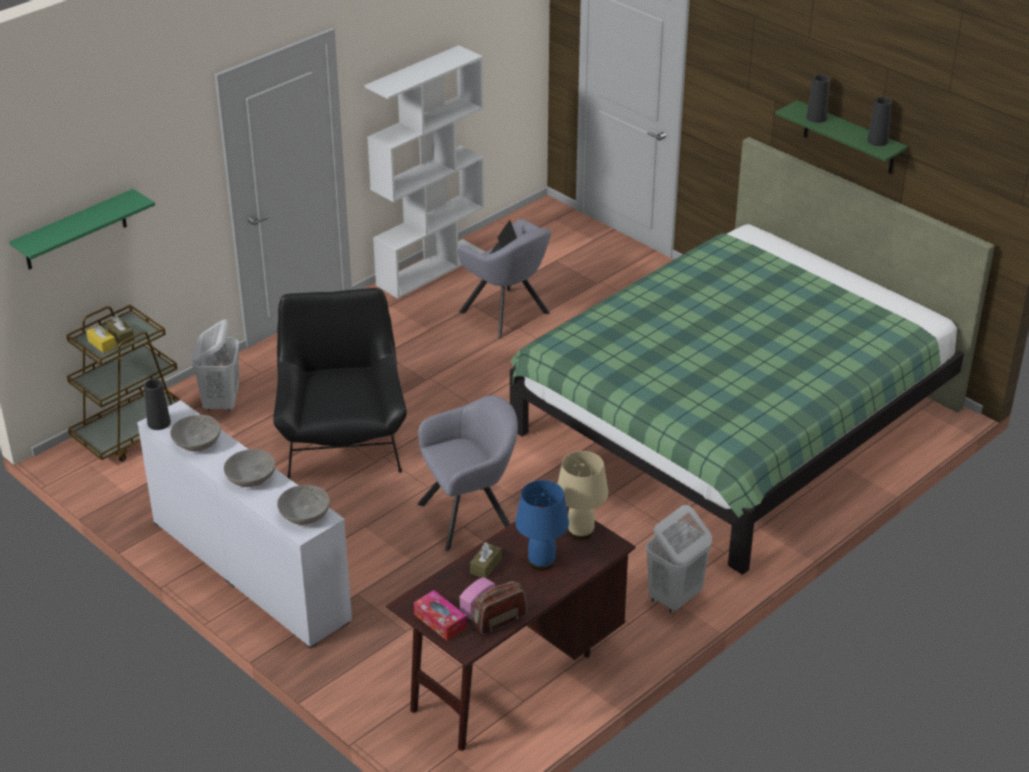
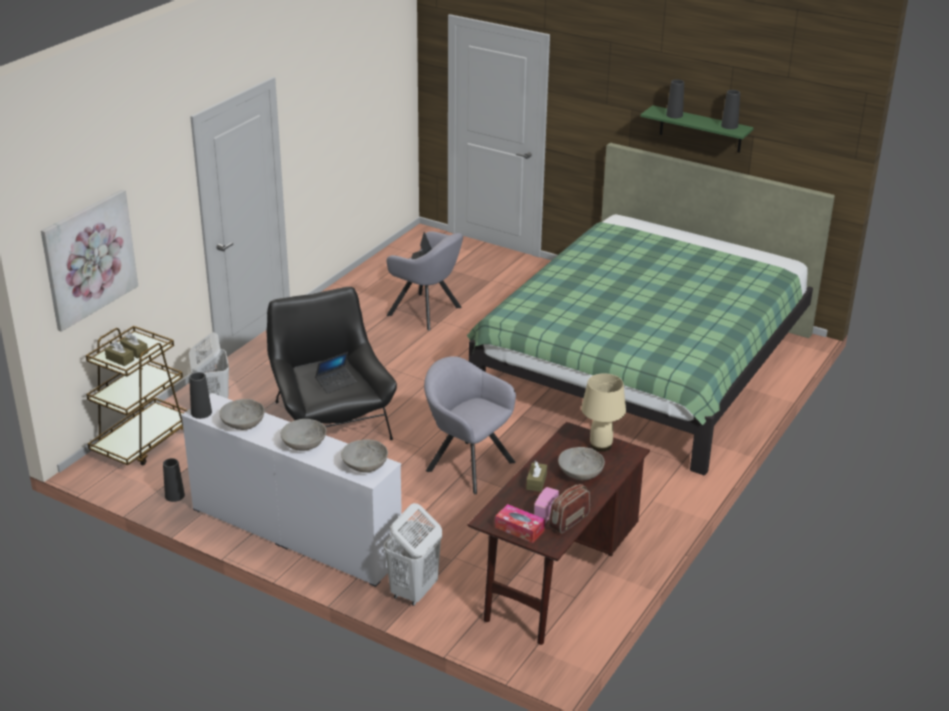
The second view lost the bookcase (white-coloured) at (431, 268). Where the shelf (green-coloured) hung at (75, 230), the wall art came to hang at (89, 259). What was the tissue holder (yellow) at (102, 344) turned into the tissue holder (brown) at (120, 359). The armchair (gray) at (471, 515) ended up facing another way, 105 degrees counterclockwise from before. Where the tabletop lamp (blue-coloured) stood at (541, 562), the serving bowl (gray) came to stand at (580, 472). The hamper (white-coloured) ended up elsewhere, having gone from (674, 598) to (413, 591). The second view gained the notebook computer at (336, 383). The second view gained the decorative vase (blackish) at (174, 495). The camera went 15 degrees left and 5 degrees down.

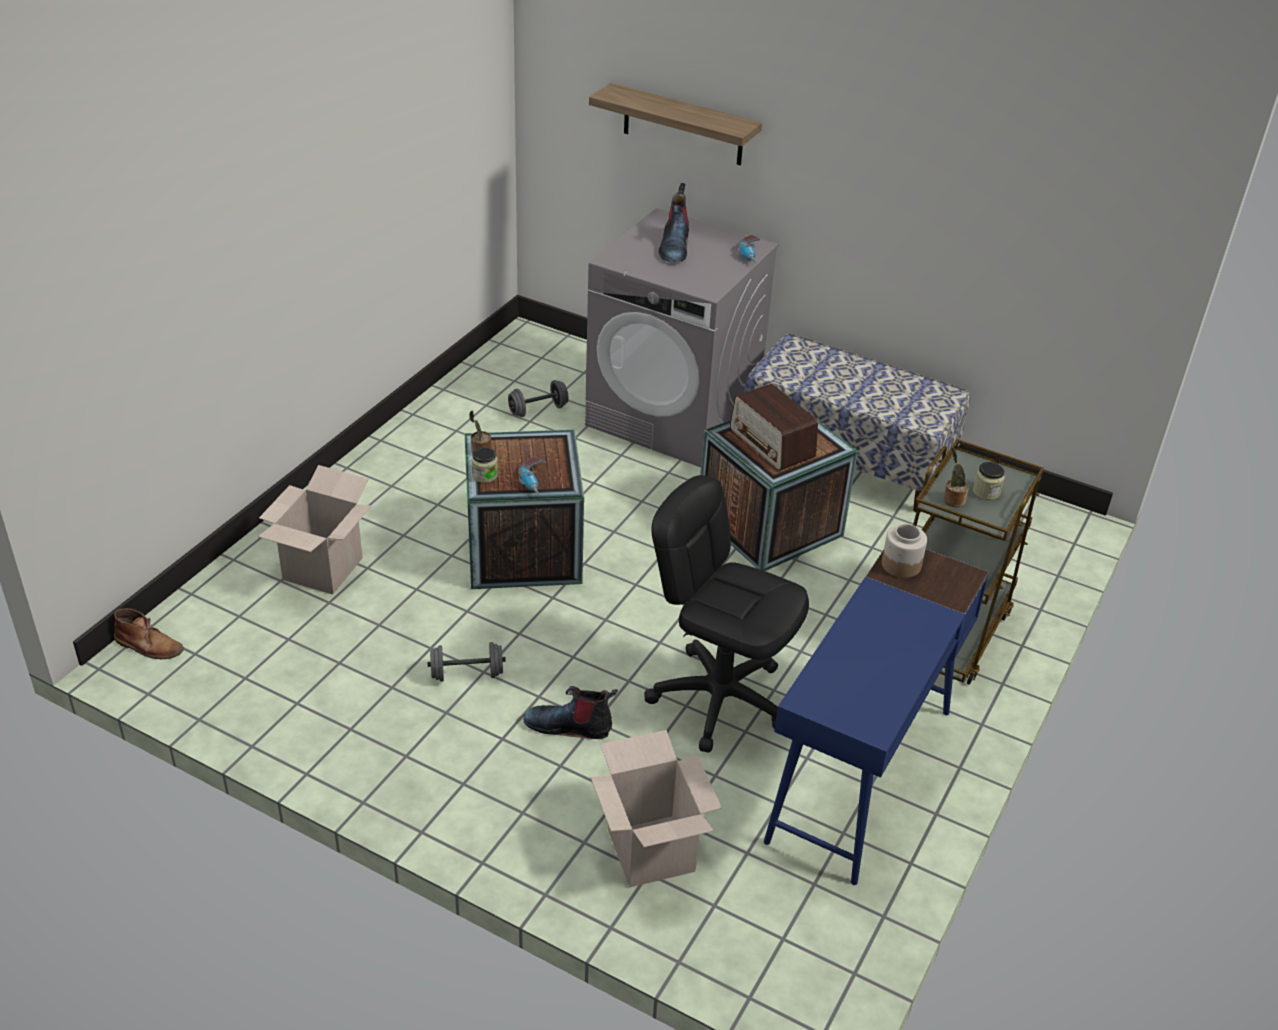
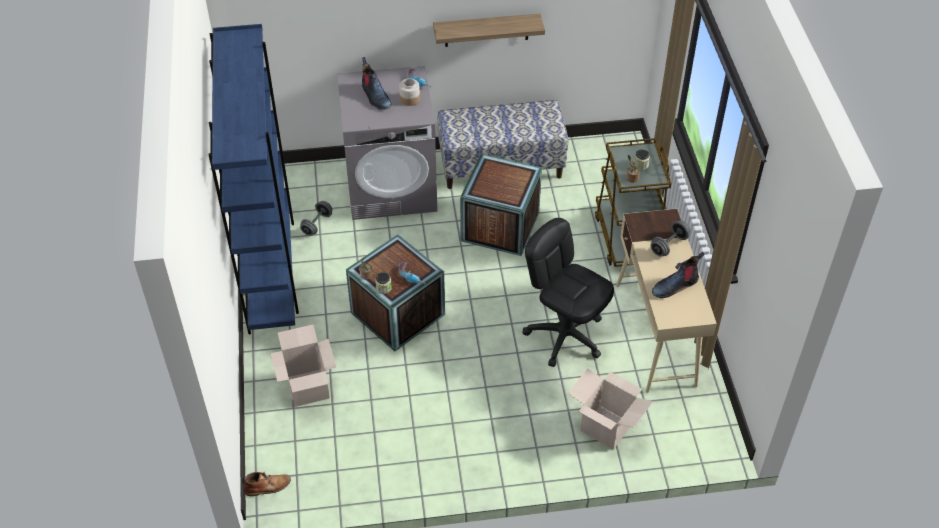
The shelf ended up elsewhere, having gone from (683, 125) to (486, 30). The second view lost the radio set at (772, 443). The desk chair (blackish) at (719, 698) ended up facing another way, 45 degrees clockwise from before. The storage jar ended up elsewhere, having gone from (900, 564) to (409, 99). What was the desk unit (blue-coloured) at (860, 775) turned into the desk unit (beige-coloured) at (655, 334). The dumbbell (gray) ended up elsewhere, having gone from (467, 674) to (669, 245). The high-top boot ended up elsewhere, having gone from (570, 725) to (675, 285). The second view gained the bookcase (blue-coloured) at (271, 269). The camera went 35 degrees left and 10 degrees up.

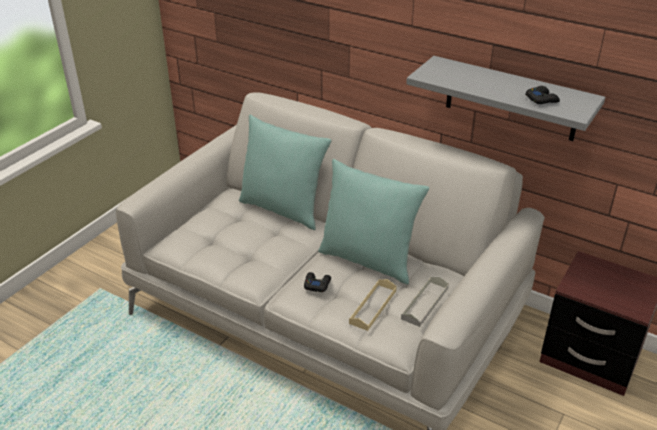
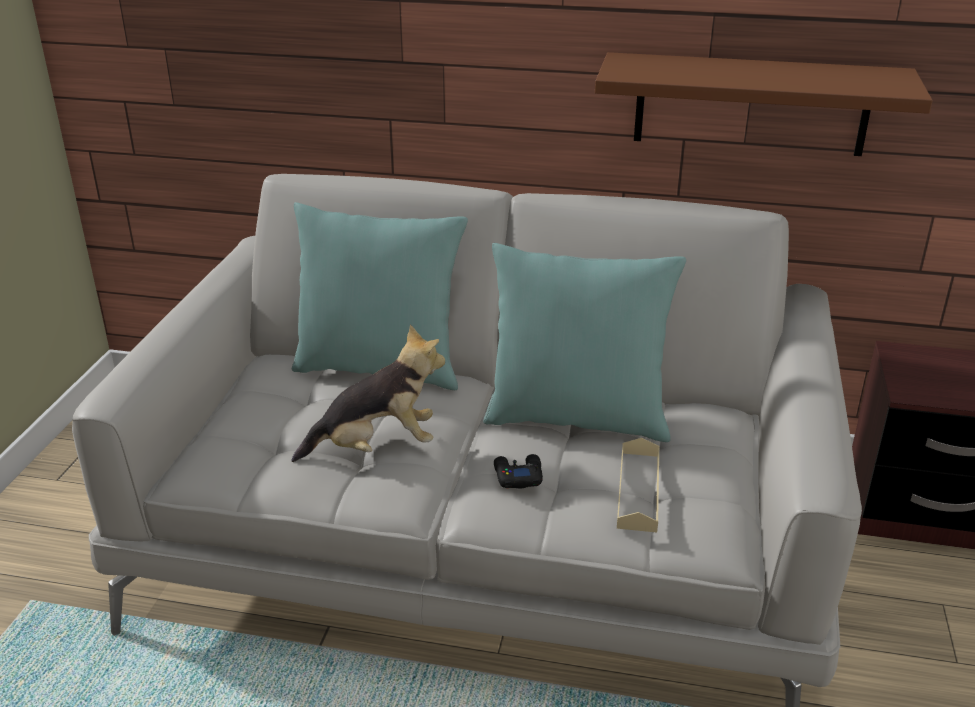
What was the shelf (gray) at (511, 99) turned into the shelf (brown) at (751, 104). The second view lost the gamepad (blackish) at (541, 99). The second view lost the serving tray (gray) at (425, 303). The second view gained the soft toy at (377, 447). The camera went 20 degrees left and 5 degrees down.

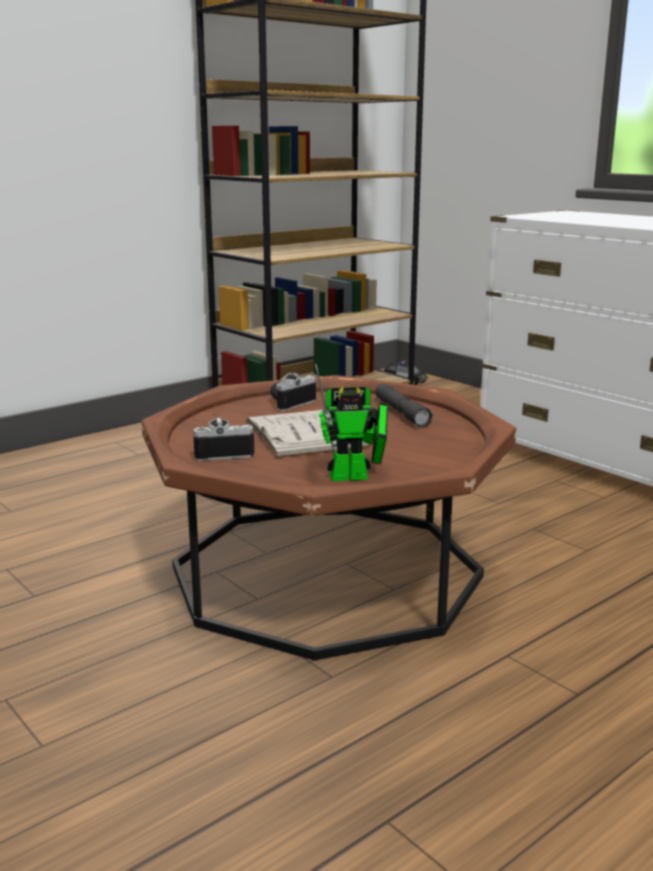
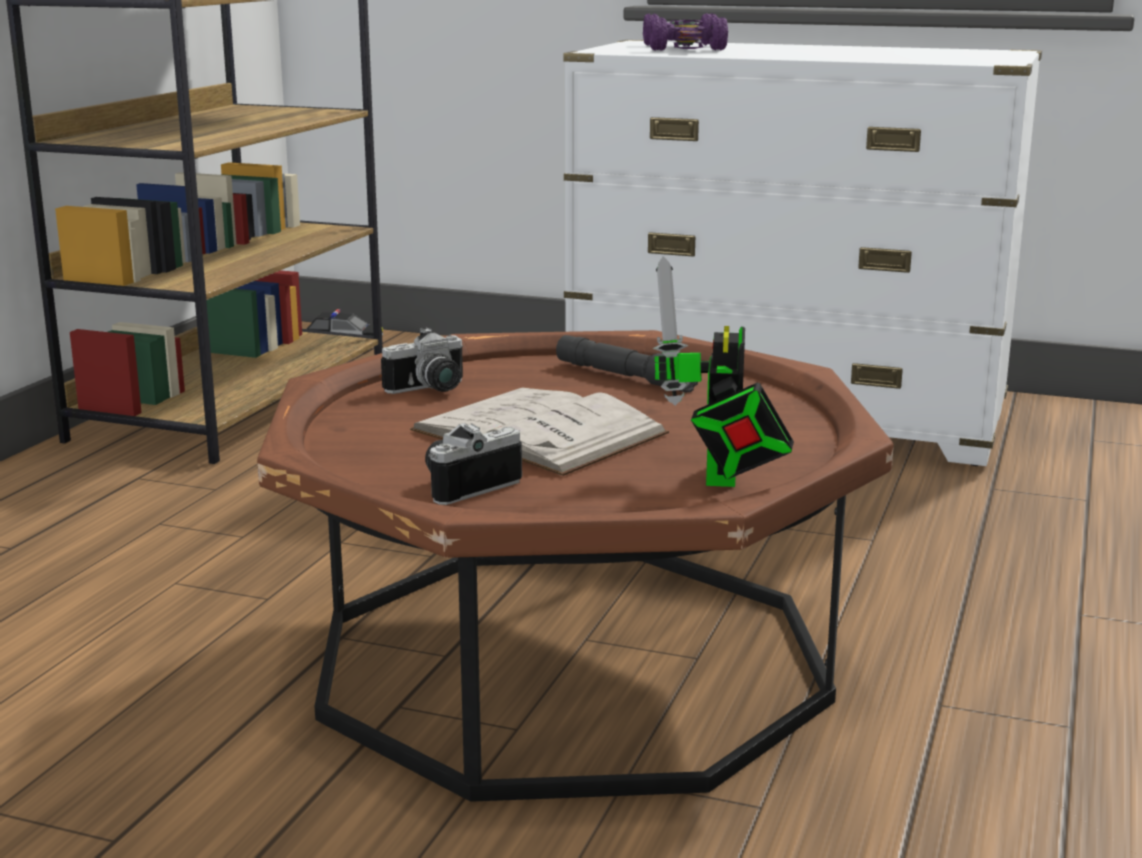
The toy robot at (355, 476) ended up facing another way, 135 degrees clockwise from before. The photo camera at (289, 403) ended up facing another way, 135 degrees counterclockwise from before. The second view gained the miniature car (purple) at (684, 48). The camera went 30 degrees left and 0 degrees up.

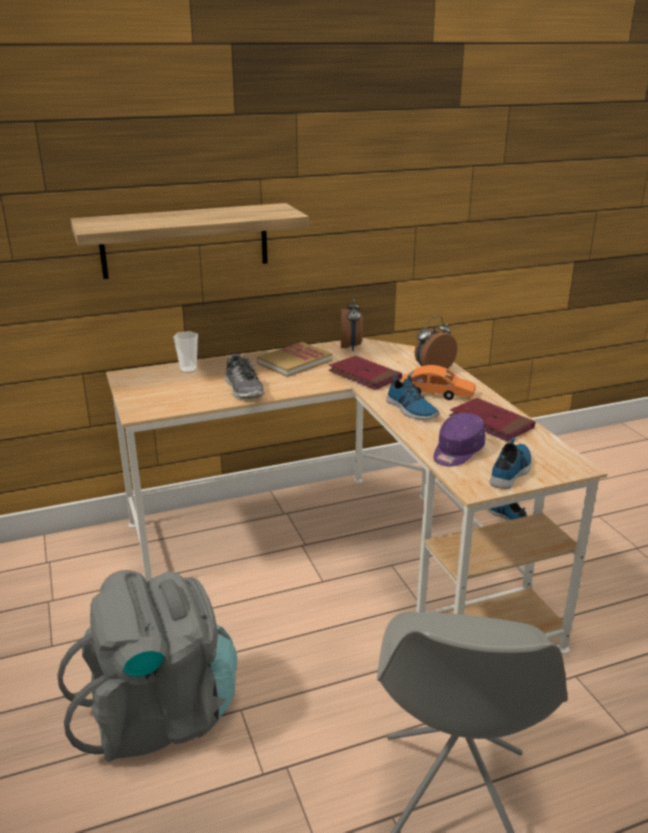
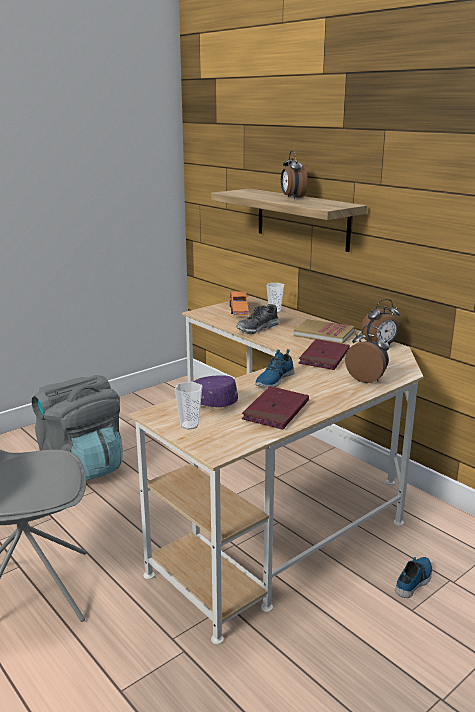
The miniature car (orange-coloured) ended up elsewhere, having gone from (437, 394) to (238, 311). Where the item of footwear stood at (512, 471), the drinking cup came to stand at (189, 425). The second view gained the bedside clock at (292, 198). The camera went 70 degrees right and 5 degrees down.

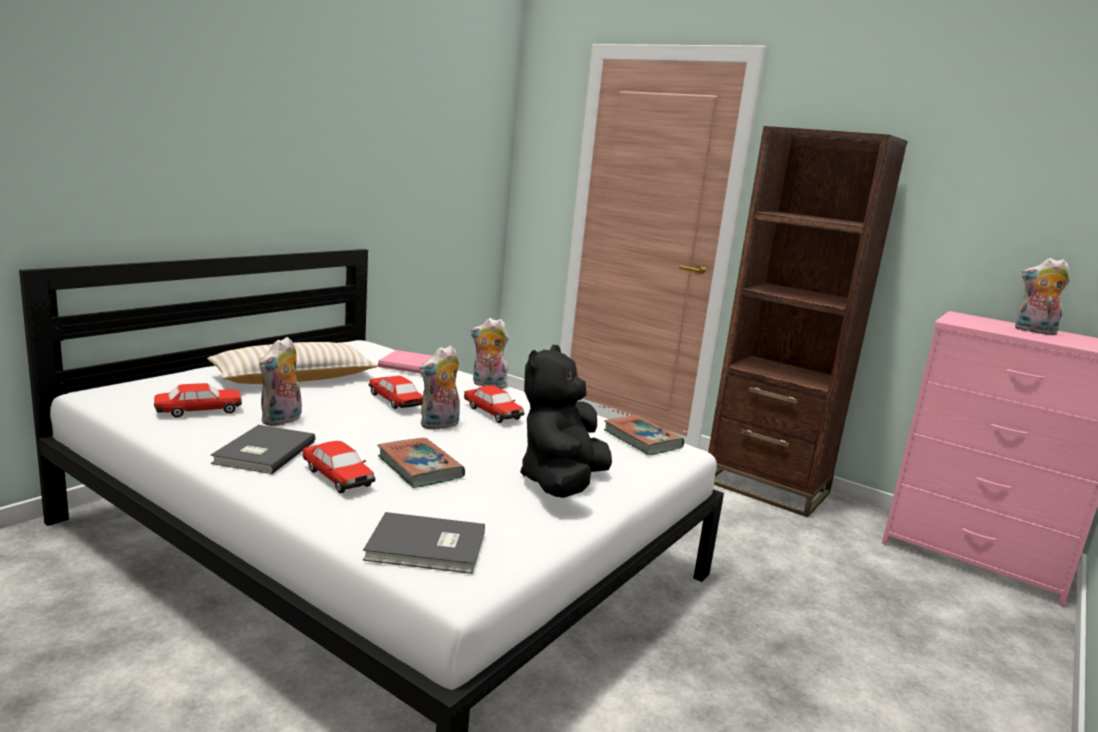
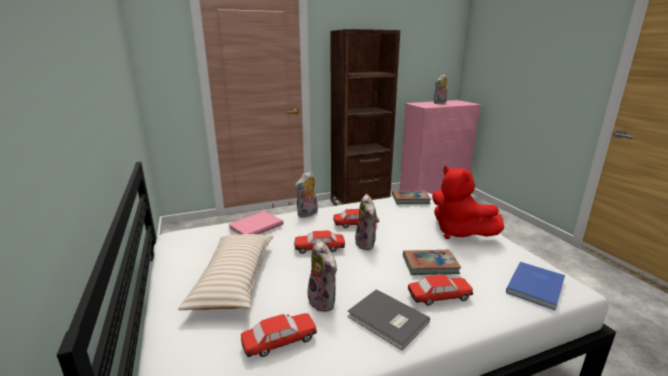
What was the soft toy (blackish) at (561, 484) turned into the soft toy (red-coloured) at (458, 232). The miniature car at (199, 411) ended up facing another way, 60 degrees clockwise from before. What was the bound book (gray) at (427, 548) turned into the bound book (blue-coloured) at (537, 286). The camera went 55 degrees left and 5 degrees up.

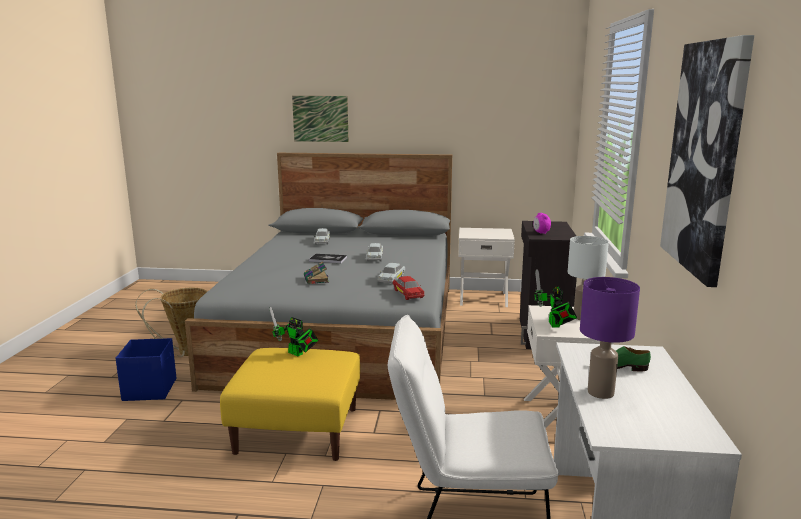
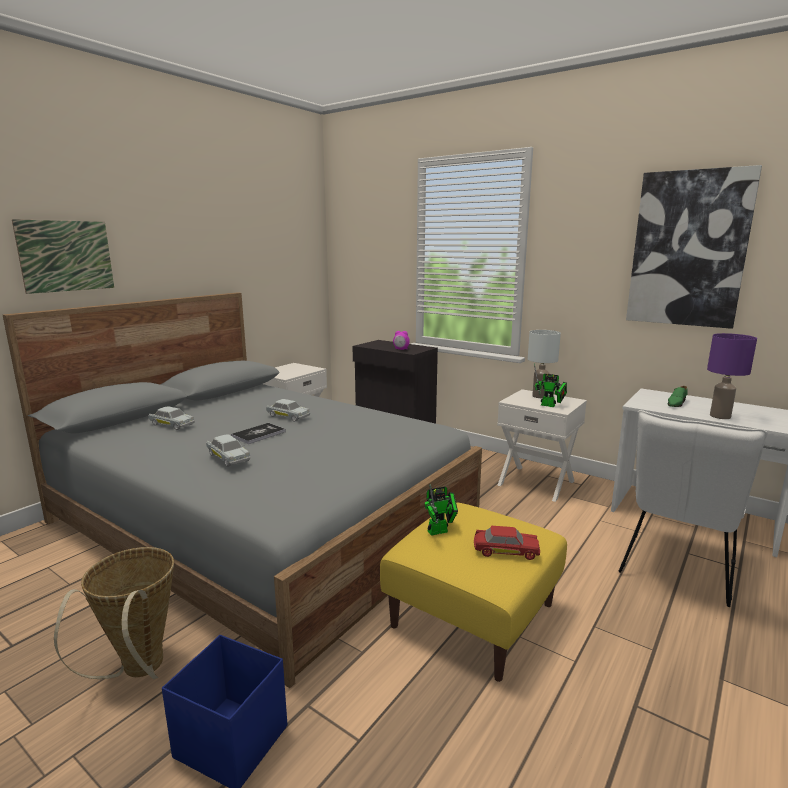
The second view lost the bound book at (316, 279). The miniature car (white-coloured) ended up elsewhere, having gone from (391, 279) to (228, 457). The miniature car (red-coloured) ended up elsewhere, having gone from (408, 294) to (505, 551). The camera went 60 degrees left and 0 degrees up.

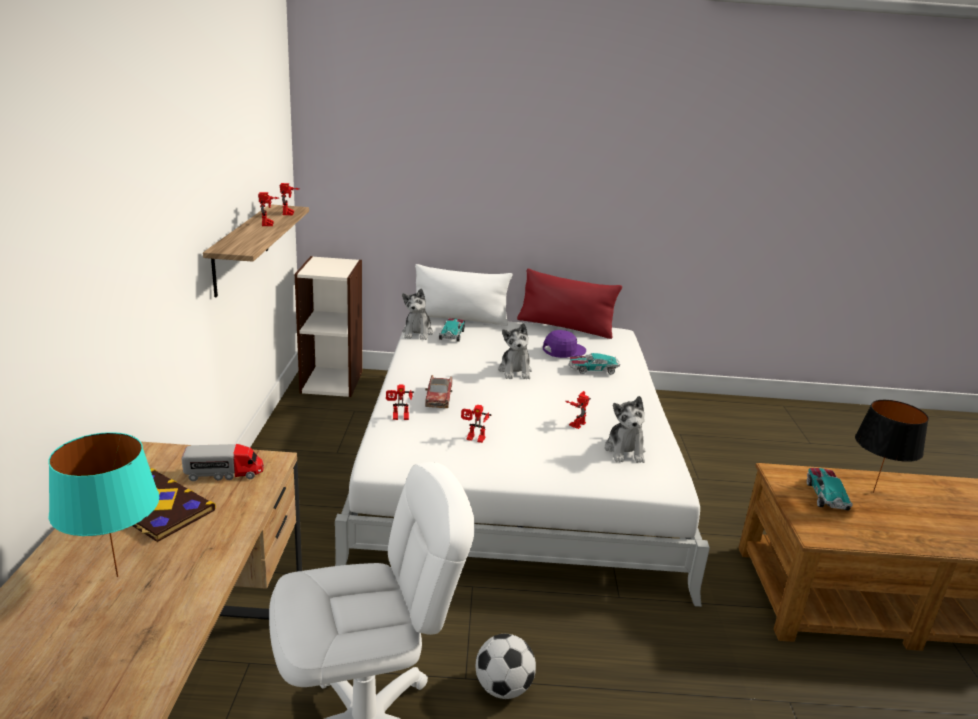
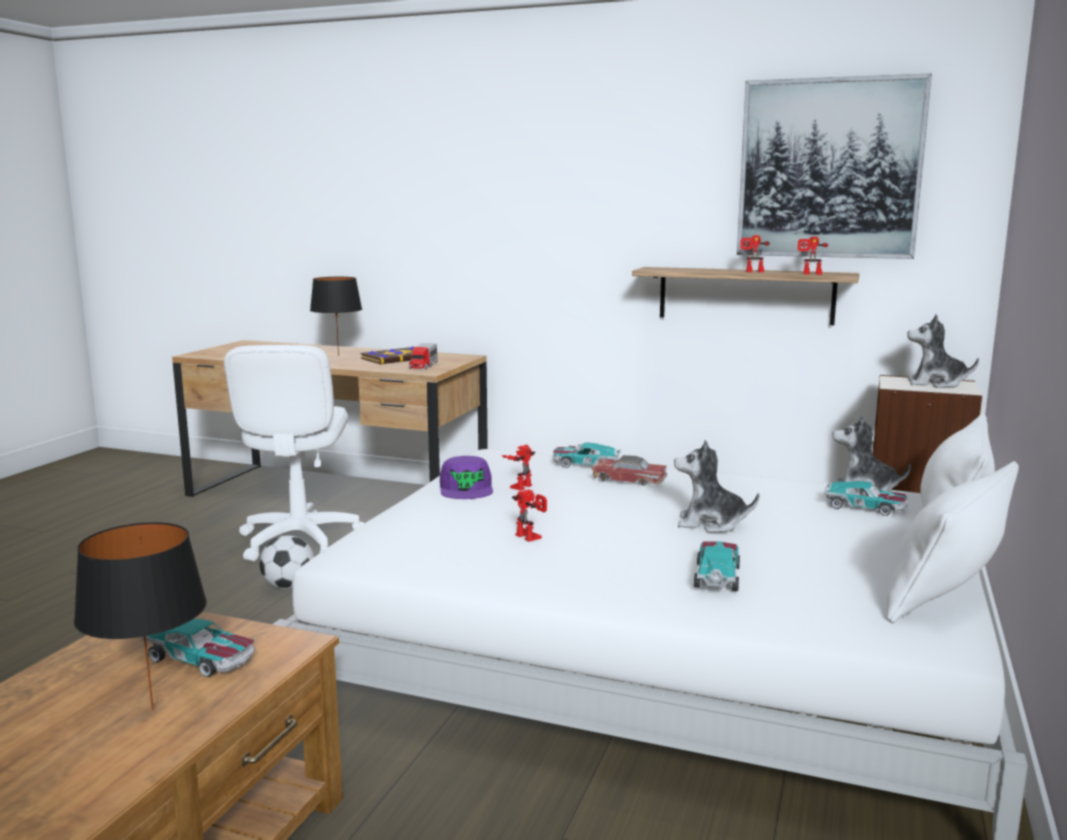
What was the cushion (red-coloured) at (565, 327) turned into the cushion (white-coloured) at (946, 589). The cap (purple) ended up elsewhere, having gone from (563, 350) to (466, 488). Where the toy robot stood at (399, 418), the miniature car came to stand at (585, 464). The soft toy ended up elsewhere, having gone from (625, 451) to (936, 384). What was the tabletop lamp (blue-green) at (116, 576) turned into the tabletop lamp (blackish) at (339, 355). The second view gained the wall art at (829, 169). The camera went 110 degrees right and 10 degrees down.

